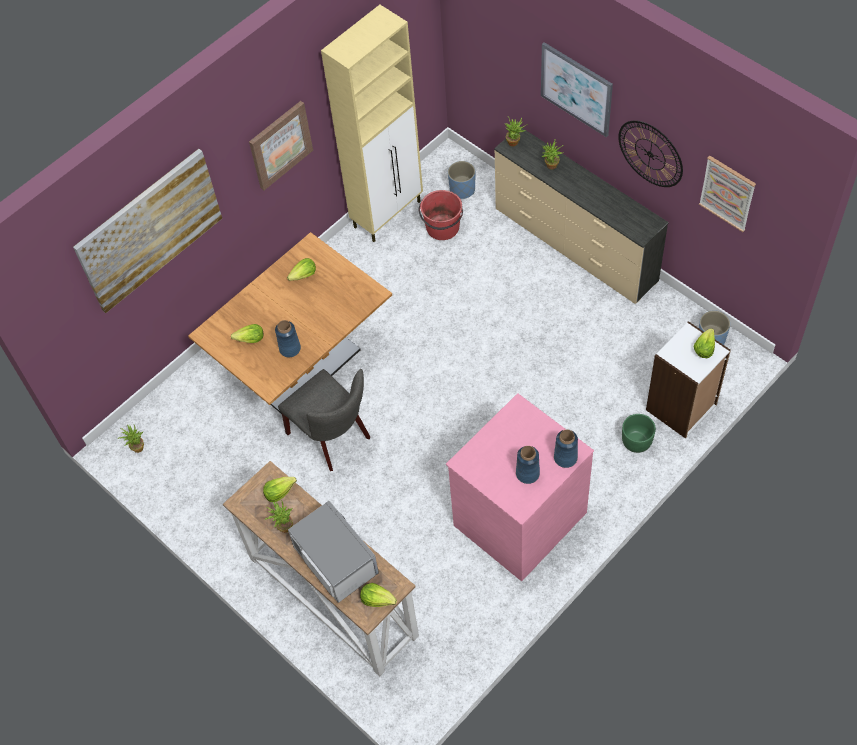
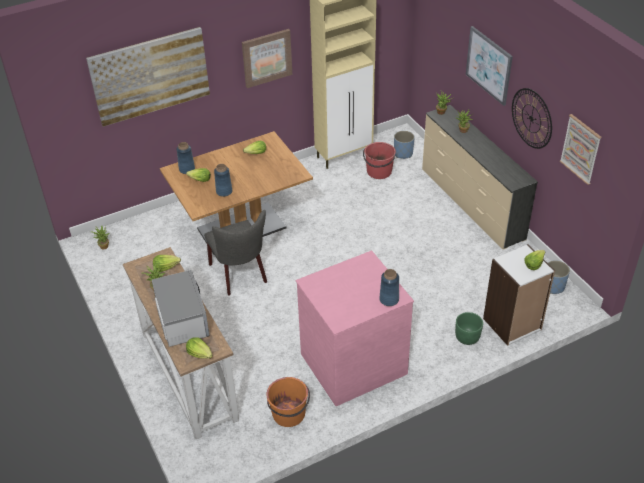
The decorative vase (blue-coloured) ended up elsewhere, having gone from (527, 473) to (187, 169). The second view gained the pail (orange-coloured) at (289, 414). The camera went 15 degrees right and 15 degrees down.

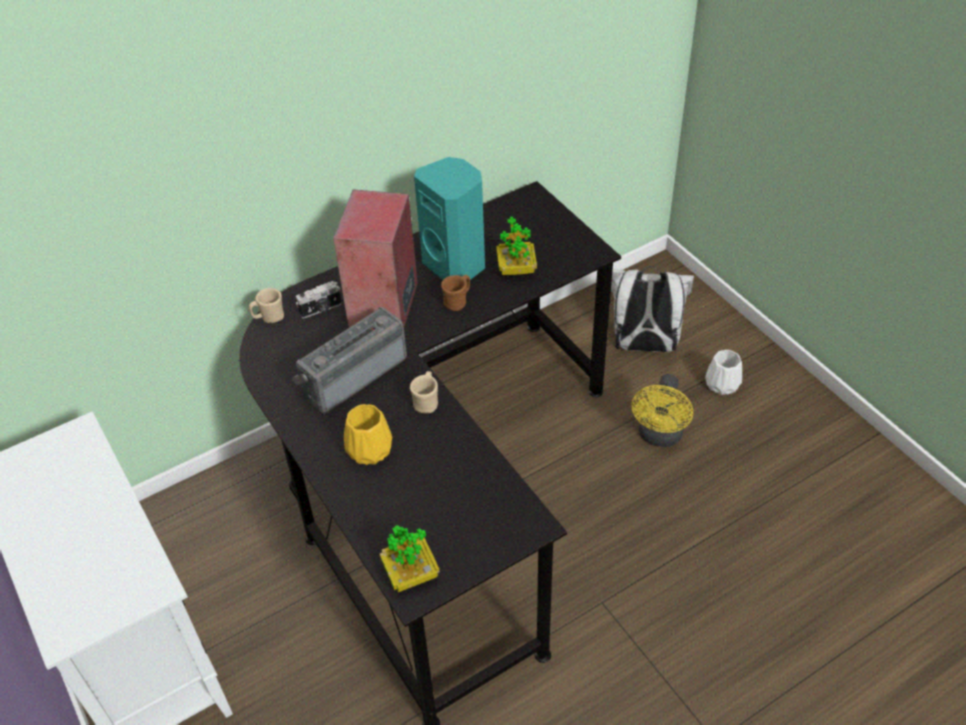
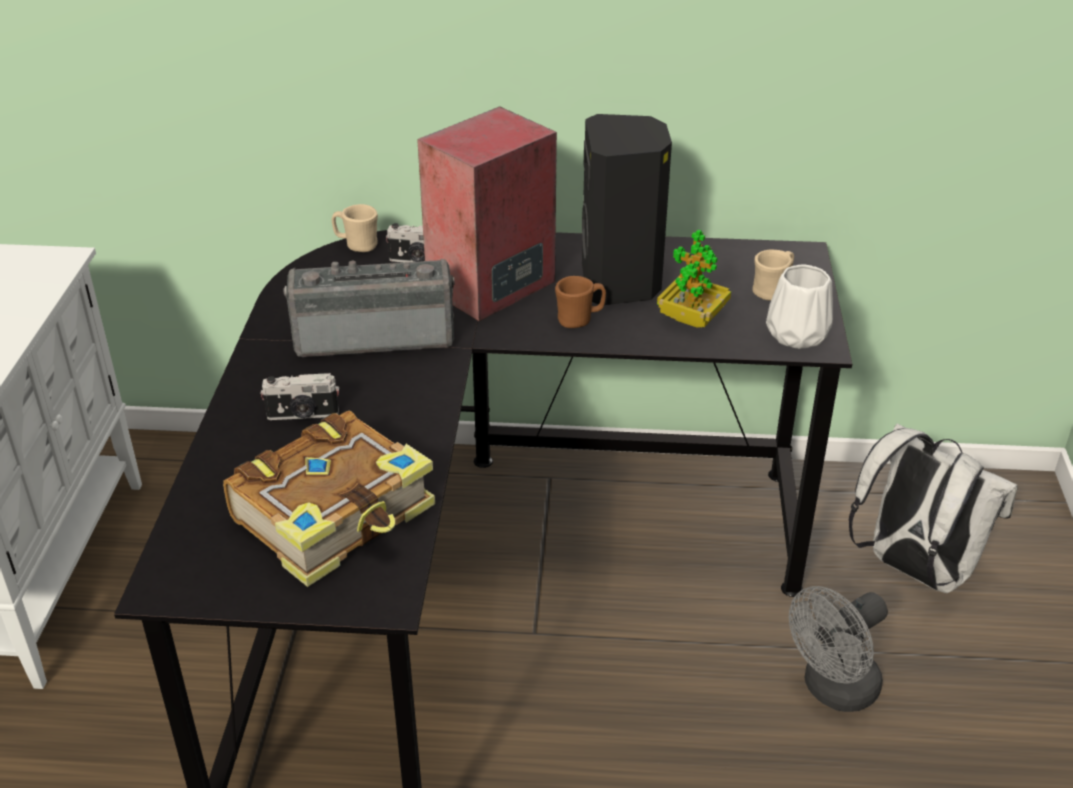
What was the speaker (blue-green) at (456, 265) turned into the speaker (blackish) at (621, 284). The decorative vase (white-coloured) ended up elsewhere, having gone from (721, 385) to (795, 335). The mug (beige-coloured) ended up elsewhere, having gone from (426, 402) to (772, 291). What was the electric fan (yellow) at (659, 436) turned into the electric fan (gray) at (832, 690). Where the decorative vase (yellow) stood at (370, 449), the photo camera came to stand at (303, 415). The second view lost the potted plant at (411, 574). The second view gained the bound book at (336, 515). The camera went 35 degrees right and 10 degrees down.

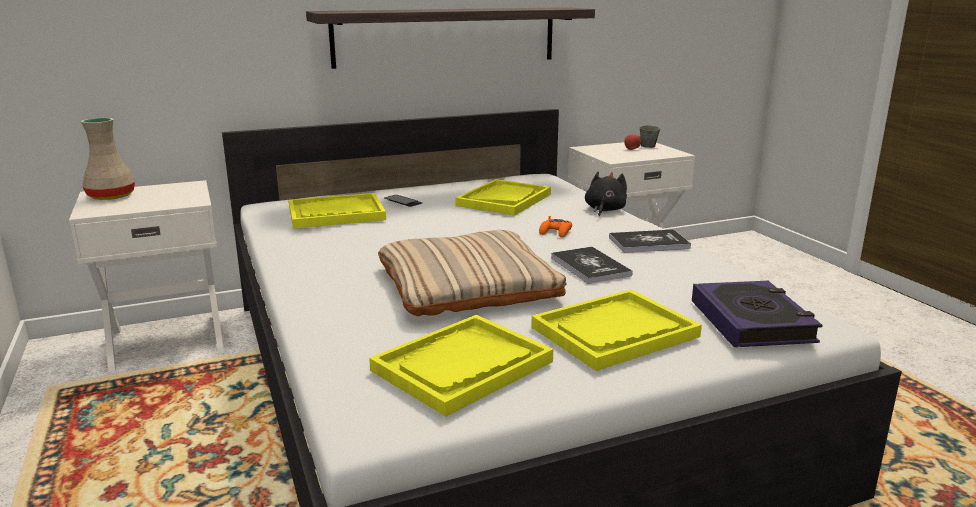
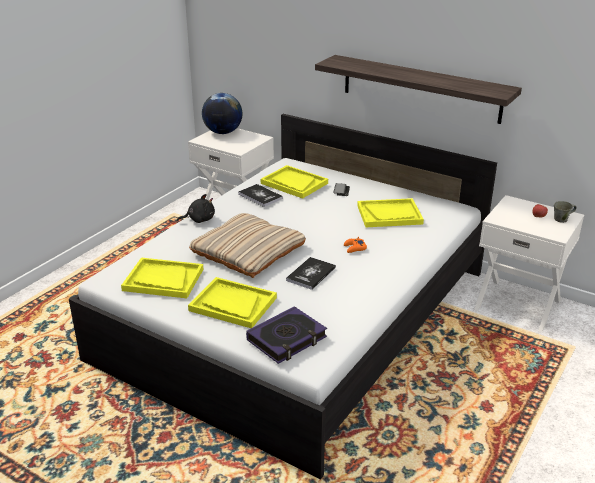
Where the decorative vase (beige-coloured) stood at (110, 196), the desk globe came to stand at (223, 132). The soft toy (blackish) ended up elsewhere, having gone from (604, 210) to (199, 219). The bound book ended up elsewhere, having gone from (649, 243) to (260, 196). The camera went 55 degrees right and 10 degrees up.

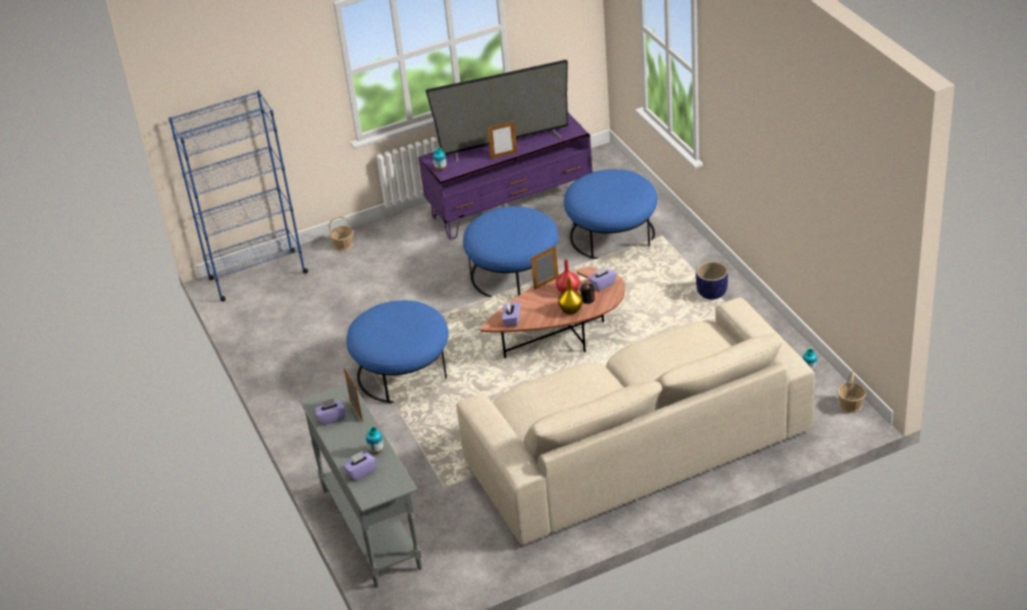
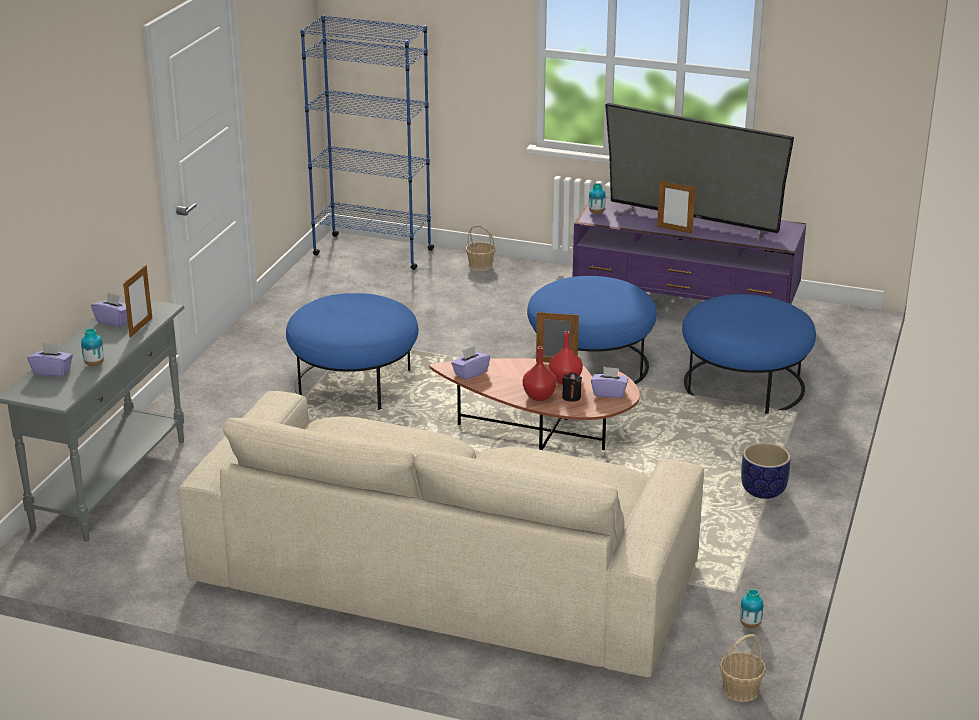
What was the decorative vase (yellow) at (570, 310) turned into the decorative vase (red-coloured) at (538, 396). The camera went 40 degrees right and 10 degrees down.

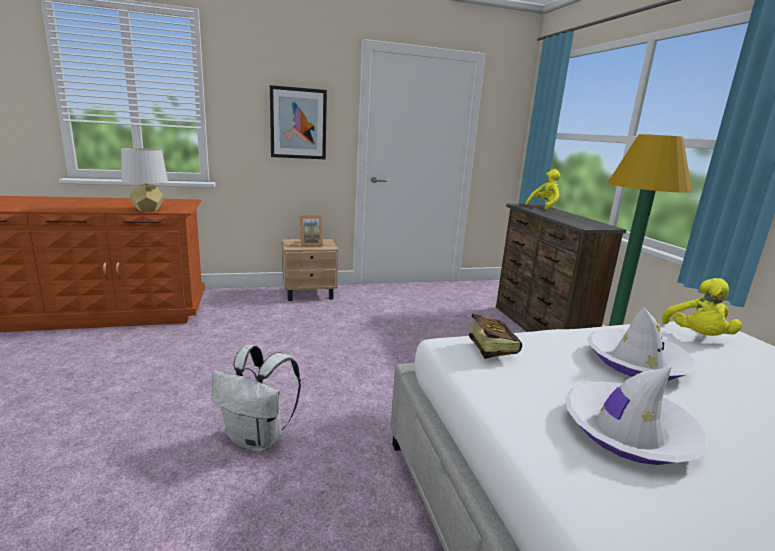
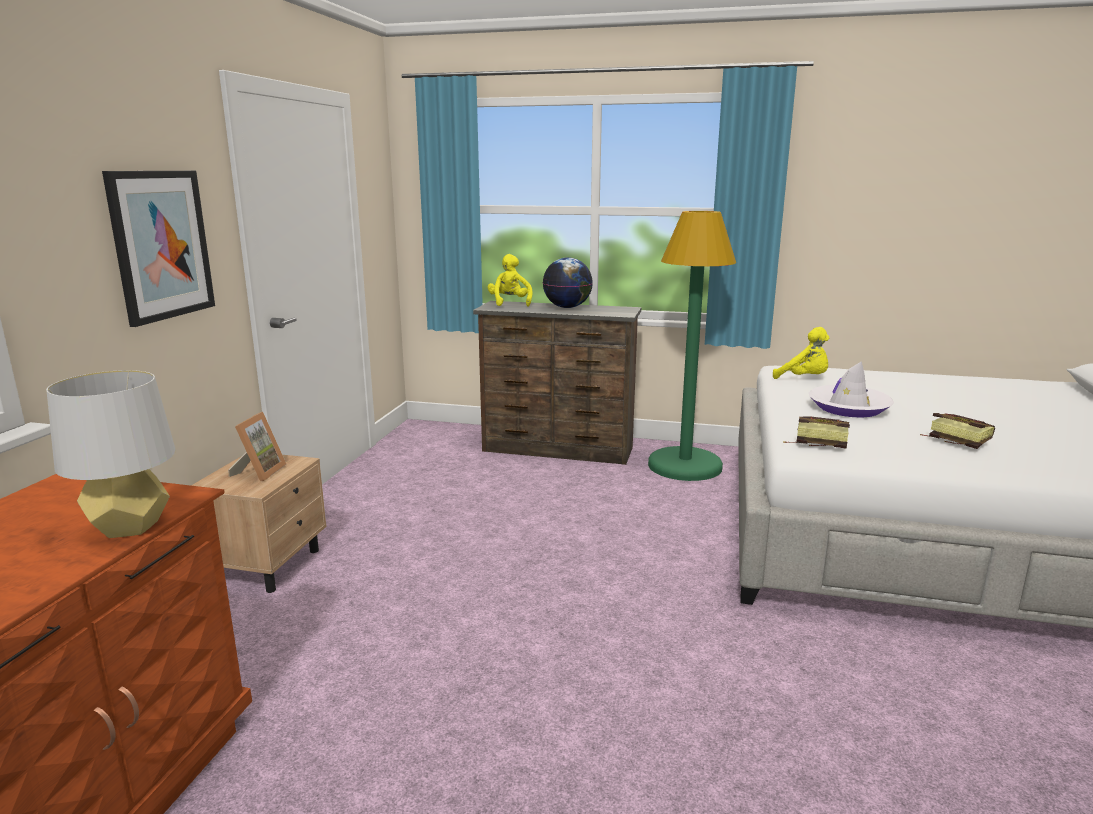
The second view lost the rucksack (white-coloured) at (258, 439). Where the hat (white-coloured) stood at (628, 432), the bound book came to stand at (953, 441). The second view gained the desk globe at (567, 307). The camera went 60 degrees left and 0 degrees up.

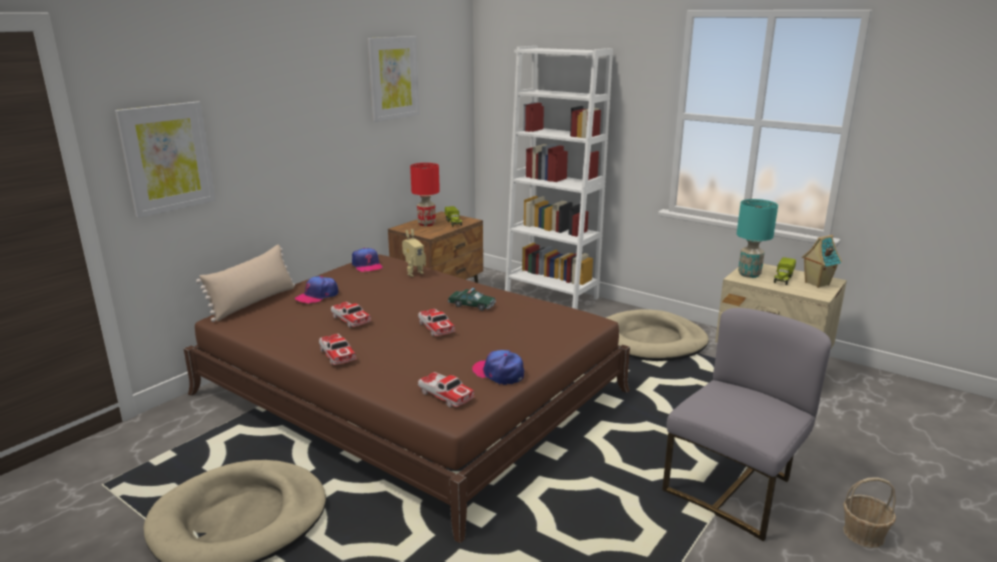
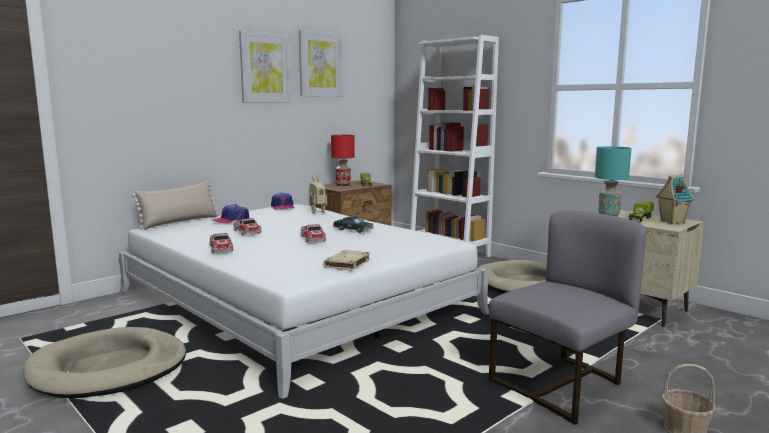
The wall art ended up elsewhere, having gone from (167, 158) to (265, 68). What was the bedroom bed (brown) at (410, 393) turned into the bedroom bed (white-coloured) at (295, 303). Where the cap stood at (499, 373), the bound book (beige-coloured) came to stand at (347, 264). The second view lost the miniature car at (445, 395). The camera went 10 degrees right and 10 degrees down.

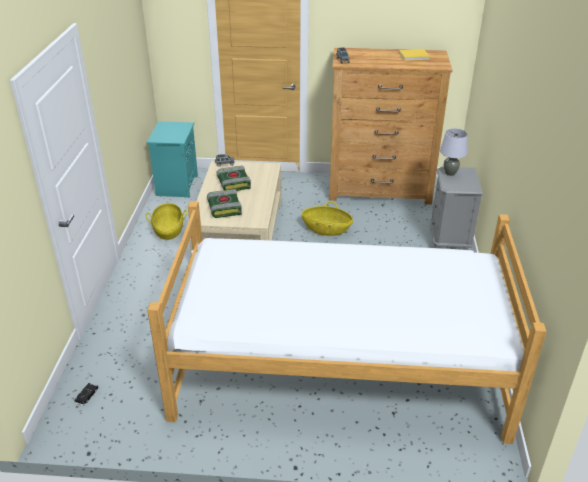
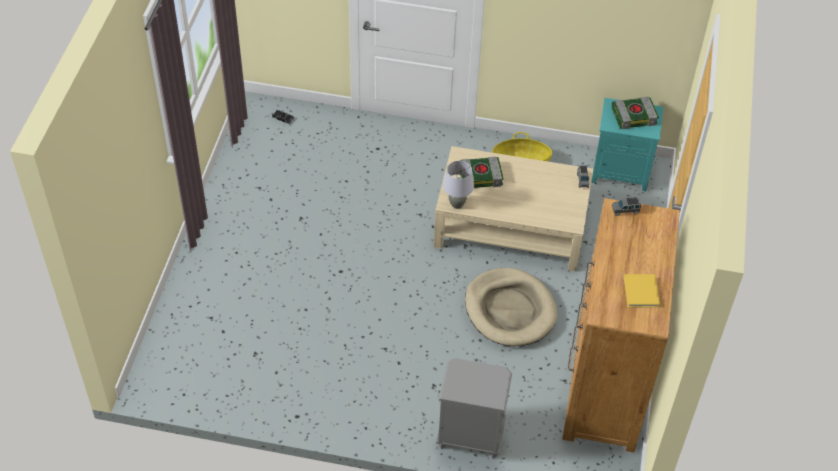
The tabletop lamp (gray) ended up elsewhere, having gone from (450, 173) to (457, 204). The bound book ended up elsewhere, having gone from (233, 183) to (634, 116). The second view lost the bedroom bed at (339, 367). Where the household basket stood at (326, 229), the dog bed (beige-coloured) came to stand at (510, 310). The camera went 95 degrees right and 15 degrees up.

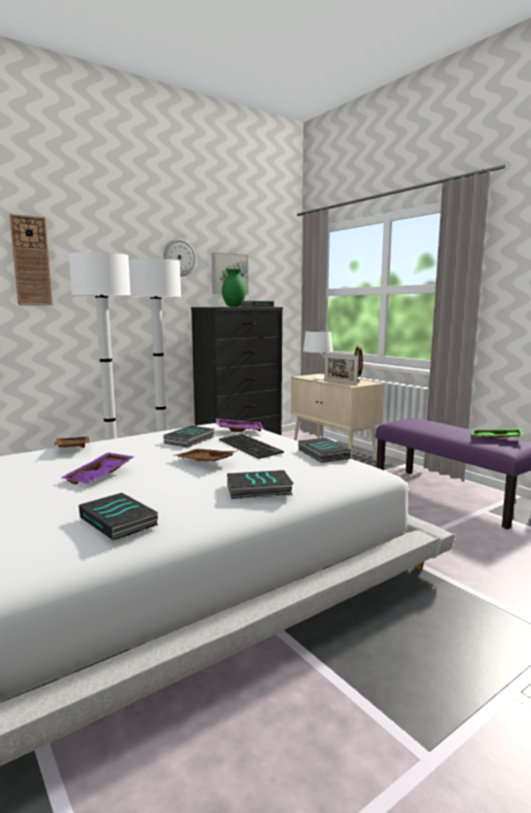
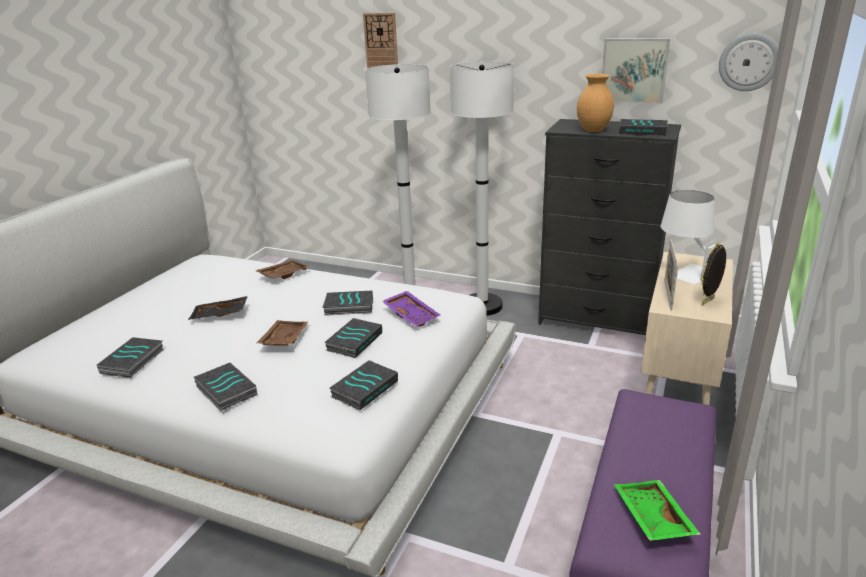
The wall clock ended up elsewhere, having gone from (179, 257) to (749, 62). What was the decorative vase (green-coloured) at (233, 306) turned into the decorative vase (brown) at (592, 130). Where the computer keyboard stood at (249, 446), the bound book came to stand at (354, 341). What was the serving tray (purple) at (100, 476) turned into the serving tray (blackish) at (219, 315). The camera went 60 degrees right and 15 degrees up.

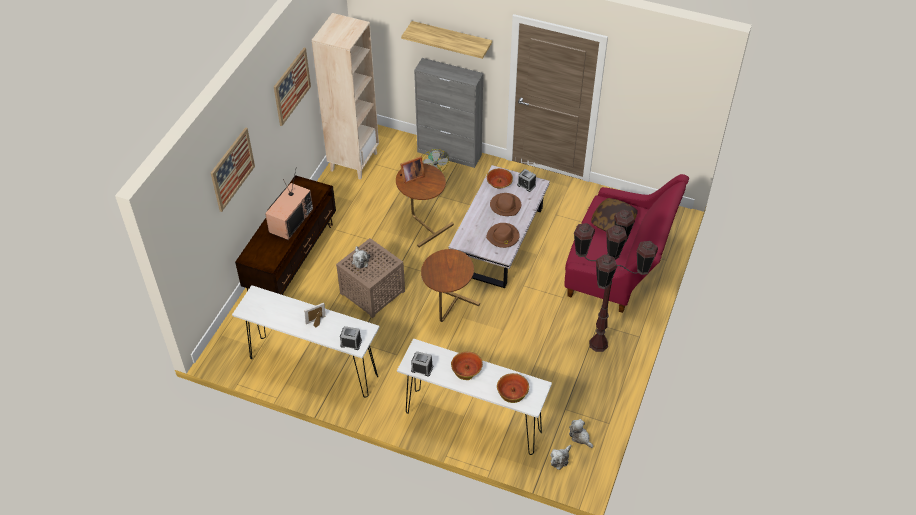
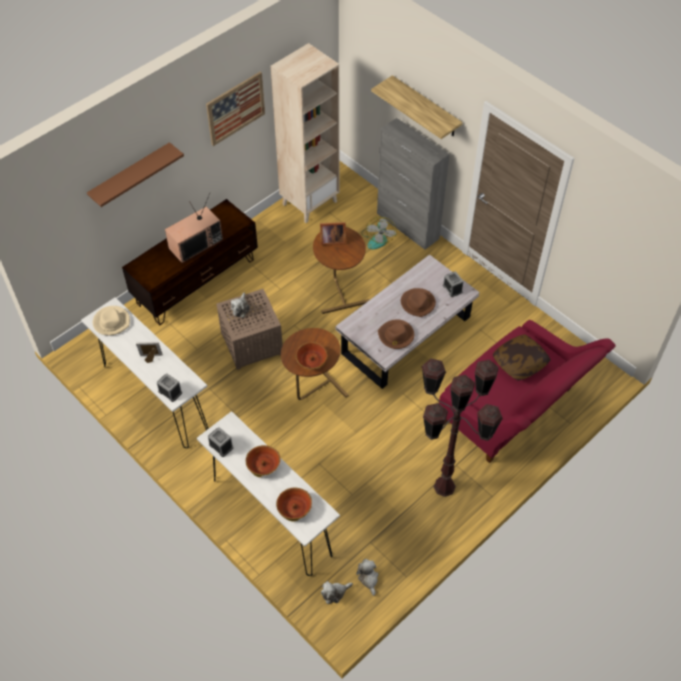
Where the wall art hung at (232, 169), the shelf (brown) came to hang at (131, 175). The serving bowl ended up elsewhere, having gone from (499, 183) to (311, 360). The second view gained the hat (beige-coloured) at (112, 322). The camera went 25 degrees right and 5 degrees up.

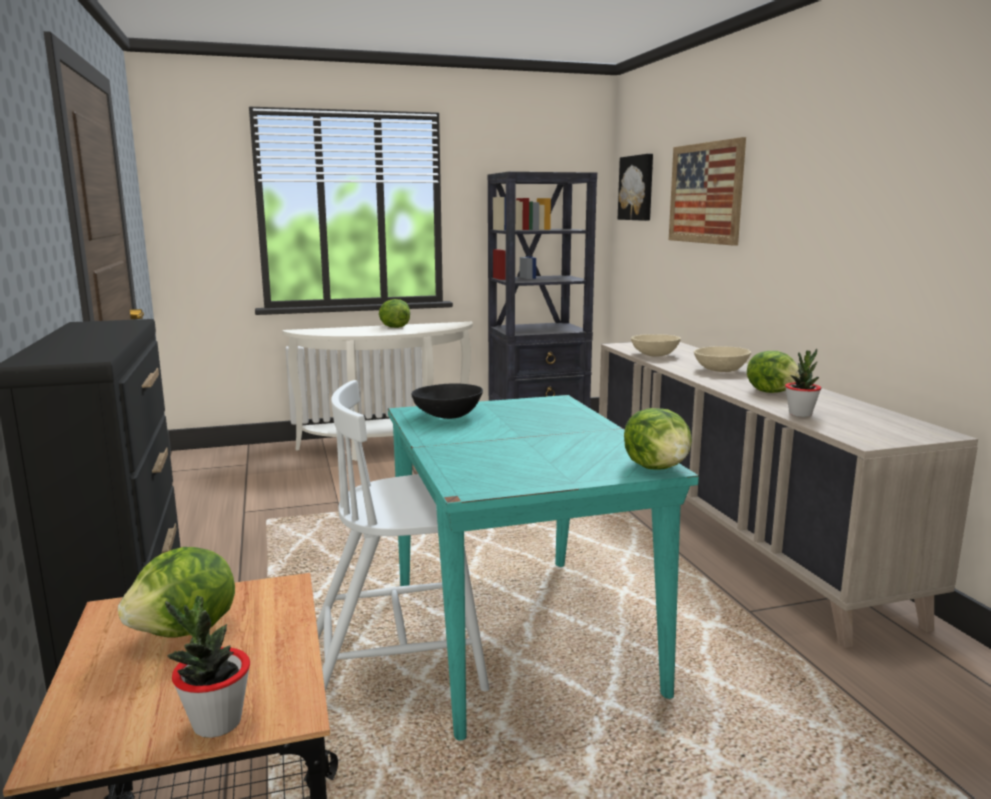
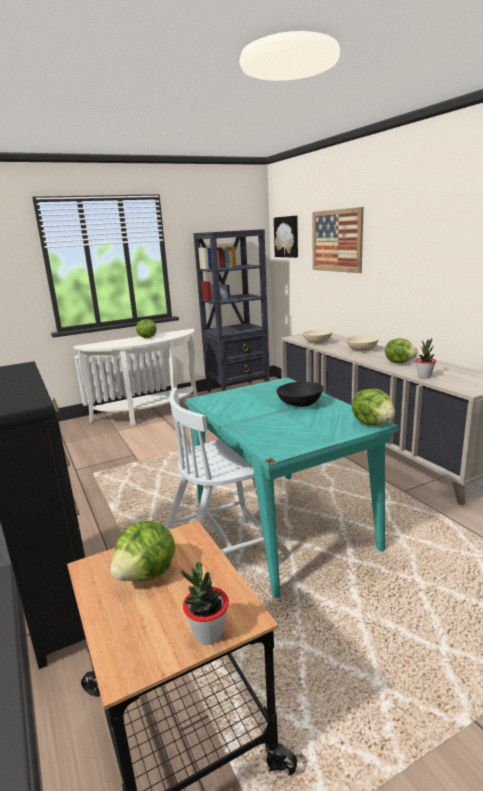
The serving bowl (blackish) ended up elsewhere, having gone from (448, 415) to (300, 403). The camera went 10 degrees left and 5 degrees up.

